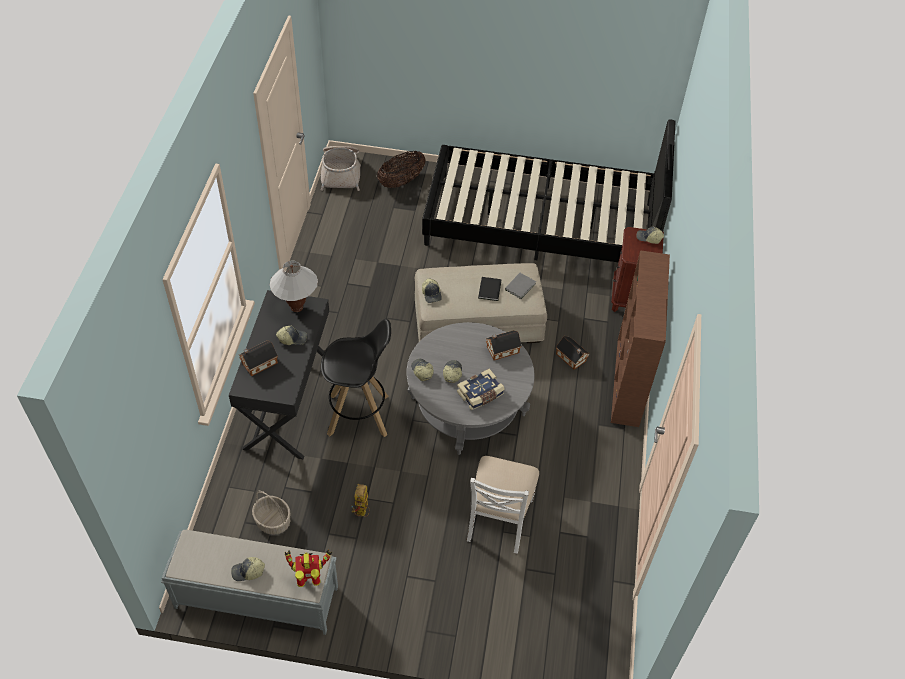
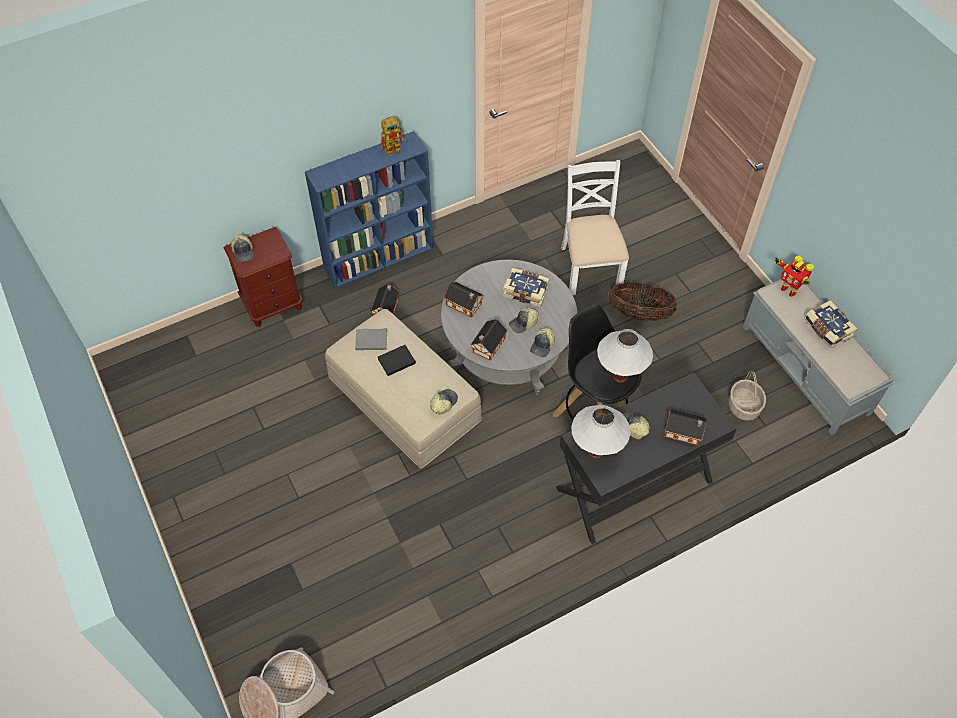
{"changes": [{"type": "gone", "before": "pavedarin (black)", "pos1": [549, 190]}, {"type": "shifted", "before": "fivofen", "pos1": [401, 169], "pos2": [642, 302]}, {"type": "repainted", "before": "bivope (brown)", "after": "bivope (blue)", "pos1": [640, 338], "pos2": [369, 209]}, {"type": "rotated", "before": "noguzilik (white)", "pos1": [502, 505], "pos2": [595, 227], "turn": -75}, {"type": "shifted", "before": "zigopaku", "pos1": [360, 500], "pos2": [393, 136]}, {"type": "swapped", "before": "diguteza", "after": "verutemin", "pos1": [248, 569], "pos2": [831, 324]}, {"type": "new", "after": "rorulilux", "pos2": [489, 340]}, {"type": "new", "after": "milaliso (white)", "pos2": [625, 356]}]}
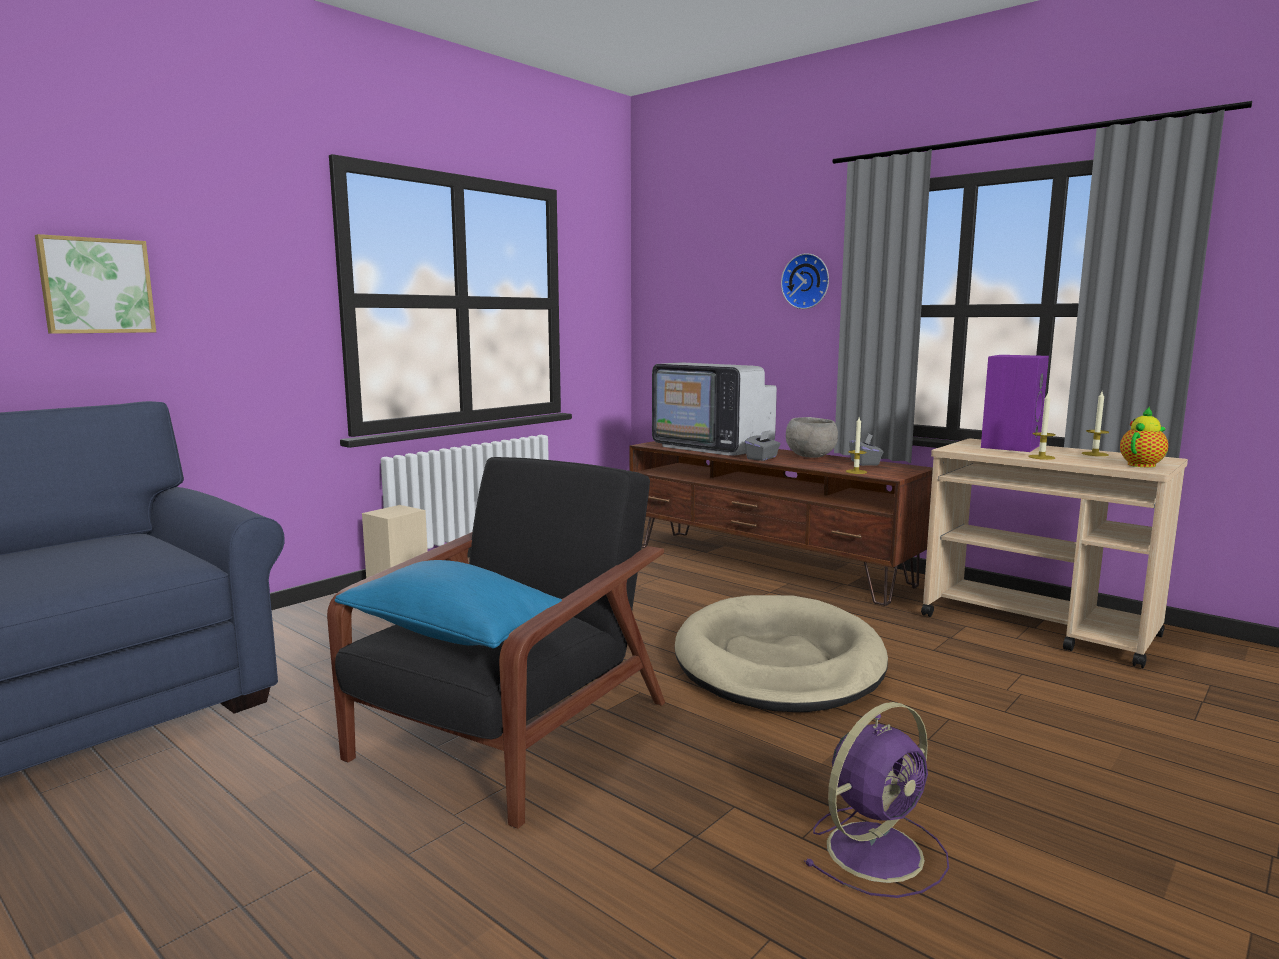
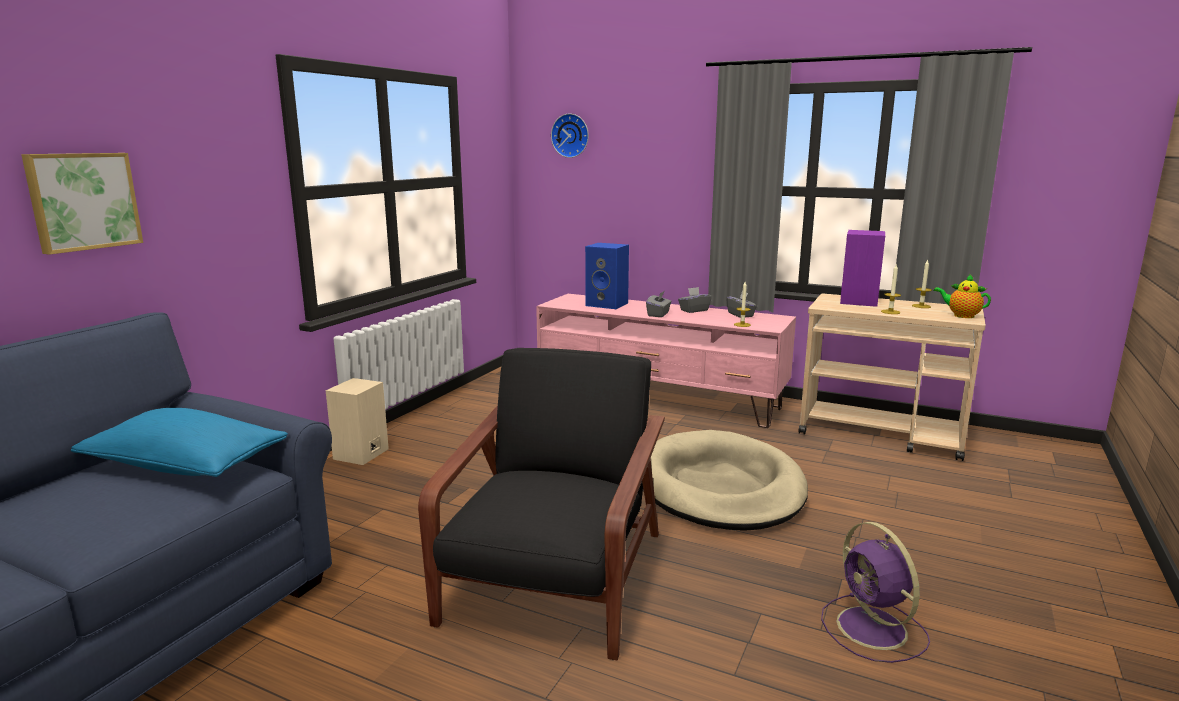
{"changes": [{"type": "shifted", "before": "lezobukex", "pos1": [805, 281], "pos2": [570, 135]}, {"type": "swapped", "before": "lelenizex", "after": "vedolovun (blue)", "pos1": [714, 409], "pos2": [607, 276]}, {"type": "rotated", "before": "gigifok", "pos1": [1144, 437], "pos2": [962, 296], "turn": -90}, {"type": "swapped", "before": "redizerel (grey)", "after": "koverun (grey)", "pos1": [812, 437], "pos2": [695, 300]}, {"type": "repainted", "before": "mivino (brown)", "after": "mivino (pink)", "pos1": [781, 523], "pos2": [666, 361]}, {"type": "shifted", "before": "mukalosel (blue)", "pos1": [448, 604], "pos2": [179, 442]}, {"type": "rotated", "before": "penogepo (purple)", "pos1": [876, 800], "pos2": [875, 592], "turn": 120}]}
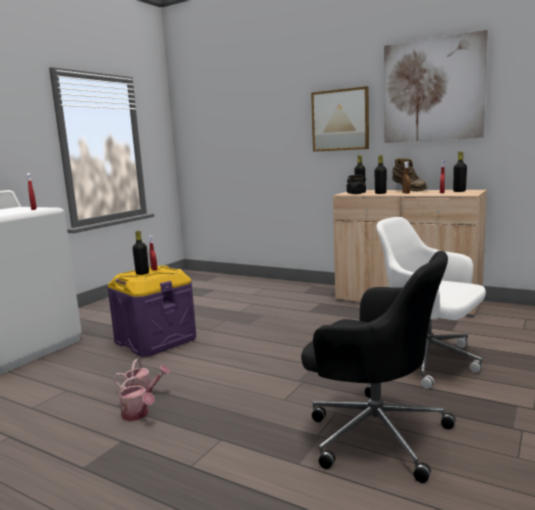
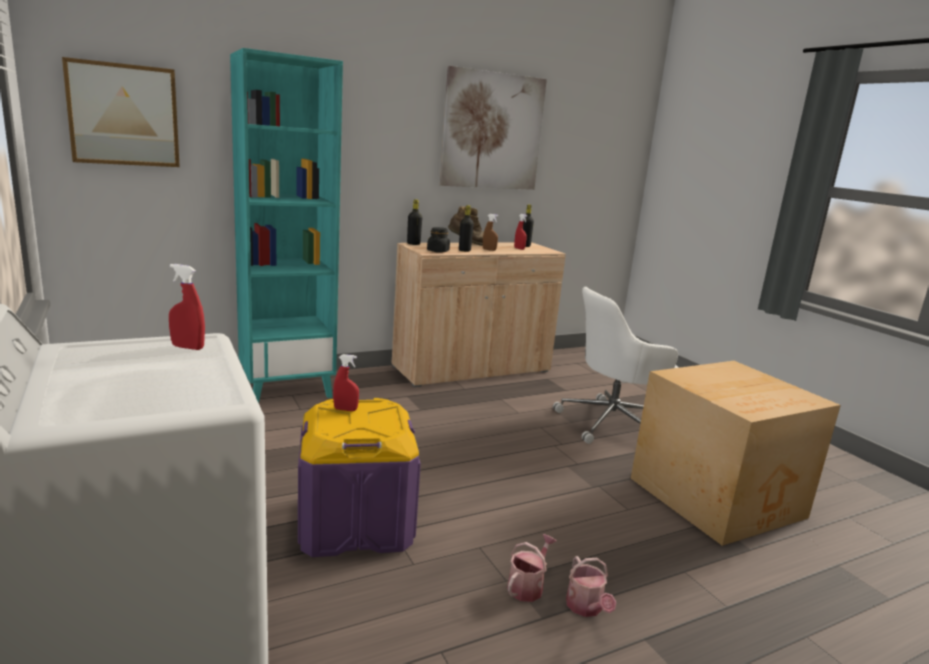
{"changes": [{"type": "shifted", "before": "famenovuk", "pos1": [340, 119], "pos2": [121, 112]}, {"type": "gone", "before": "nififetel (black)", "pos1": [140, 253]}, {"type": "swapped", "before": "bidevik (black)", "after": "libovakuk", "pos1": [378, 367], "pos2": [736, 453]}, {"type": "rotated", "before": "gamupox", "pos1": [136, 398], "pos2": [591, 586], "turn": 90}, {"type": "new", "after": "bivope (turquoise)", "pos2": [286, 225]}]}
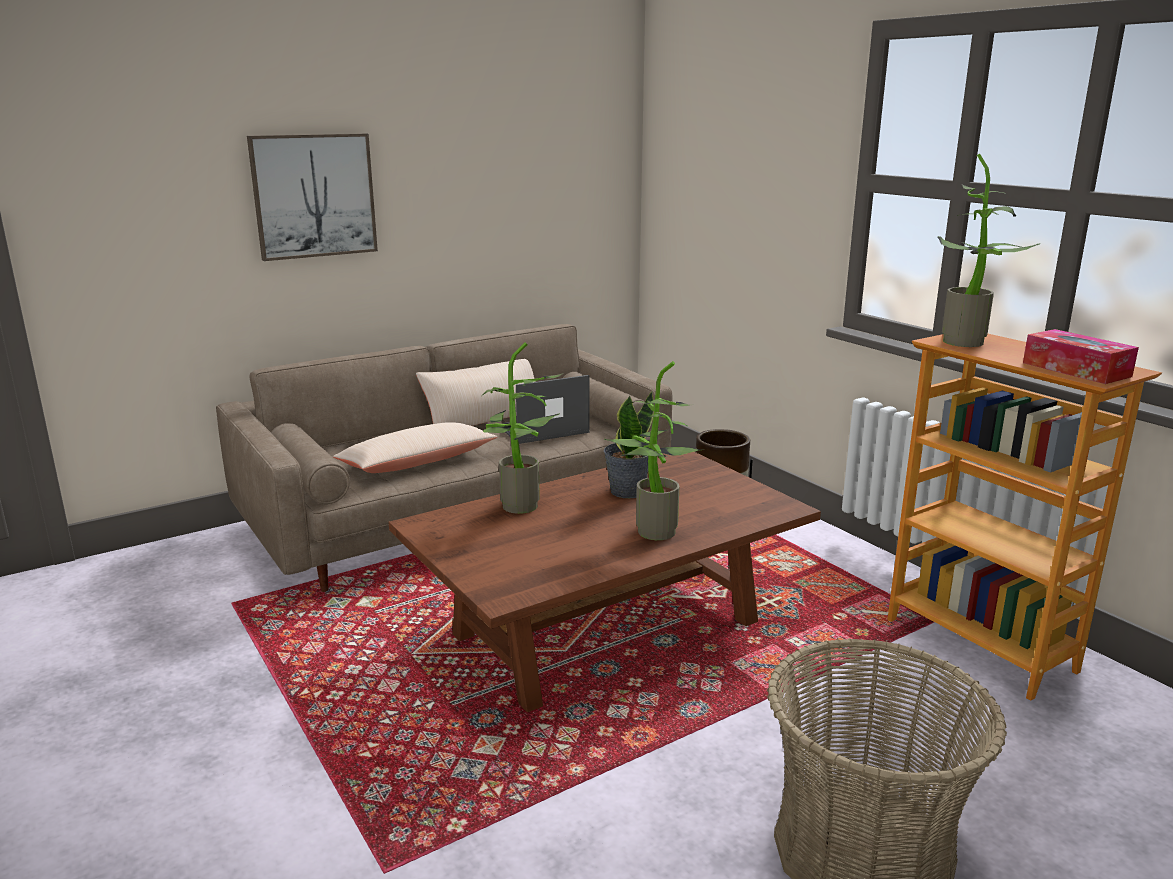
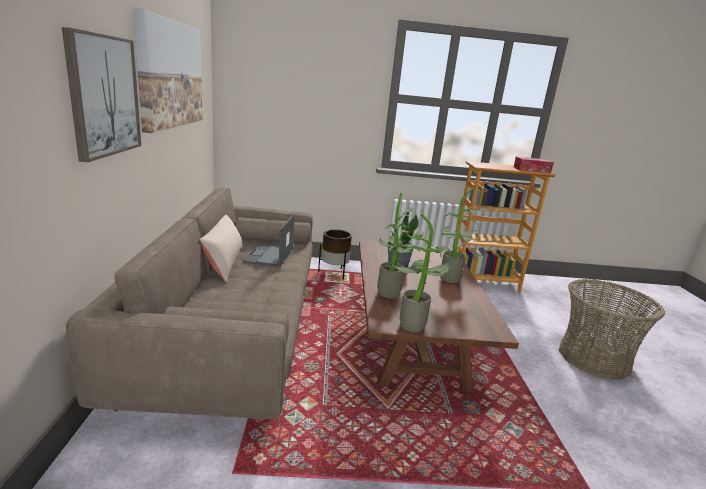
{"changes": [{"type": "shifted", "before": "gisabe", "pos1": [988, 250], "pos2": [421, 273]}, {"type": "gone", "before": "mukalosel (beige)", "pos1": [415, 447]}, {"type": "new", "after": "famenovuk", "pos2": [167, 70]}]}
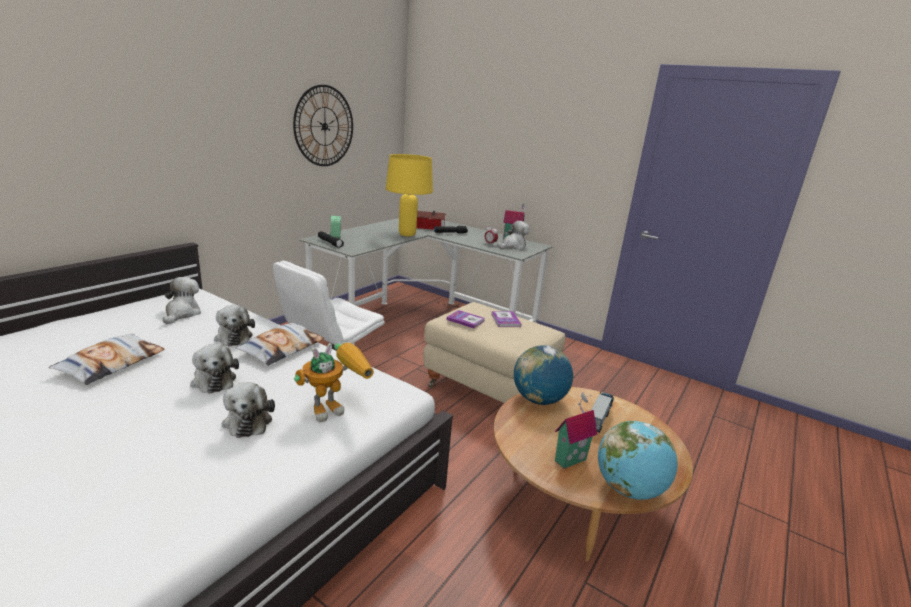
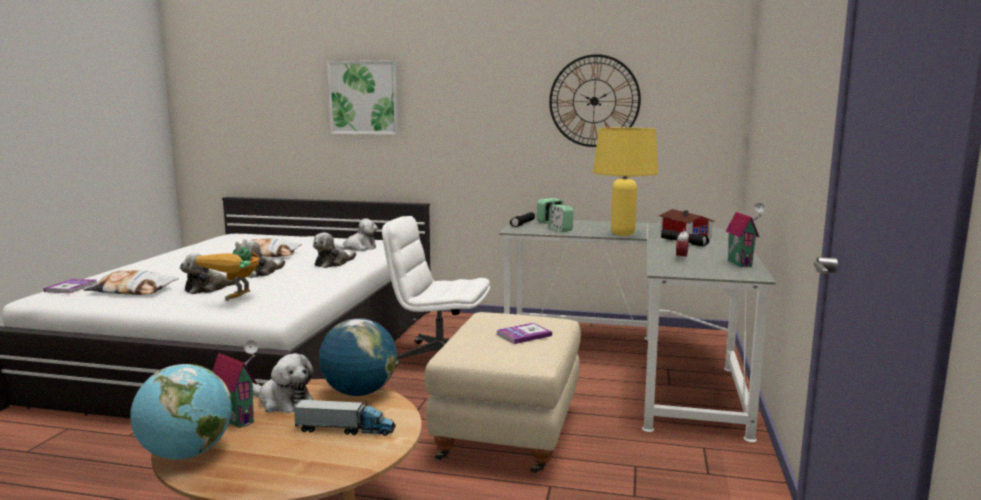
{"changes": [{"type": "shifted", "before": "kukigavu", "pos1": [513, 235], "pos2": [283, 383]}, {"type": "shifted", "before": "verutemin", "pos1": [465, 319], "pos2": [70, 286]}, {"type": "shifted", "before": "mukalosel", "pos1": [279, 344], "pos2": [131, 282]}, {"type": "rotated", "before": "zigopaku", "pos1": [334, 382], "pos2": [227, 270], "turn": 75}, {"type": "new", "after": "famenovuk", "pos2": [363, 97]}, {"type": "new", "after": "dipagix", "pos2": [560, 218]}]}
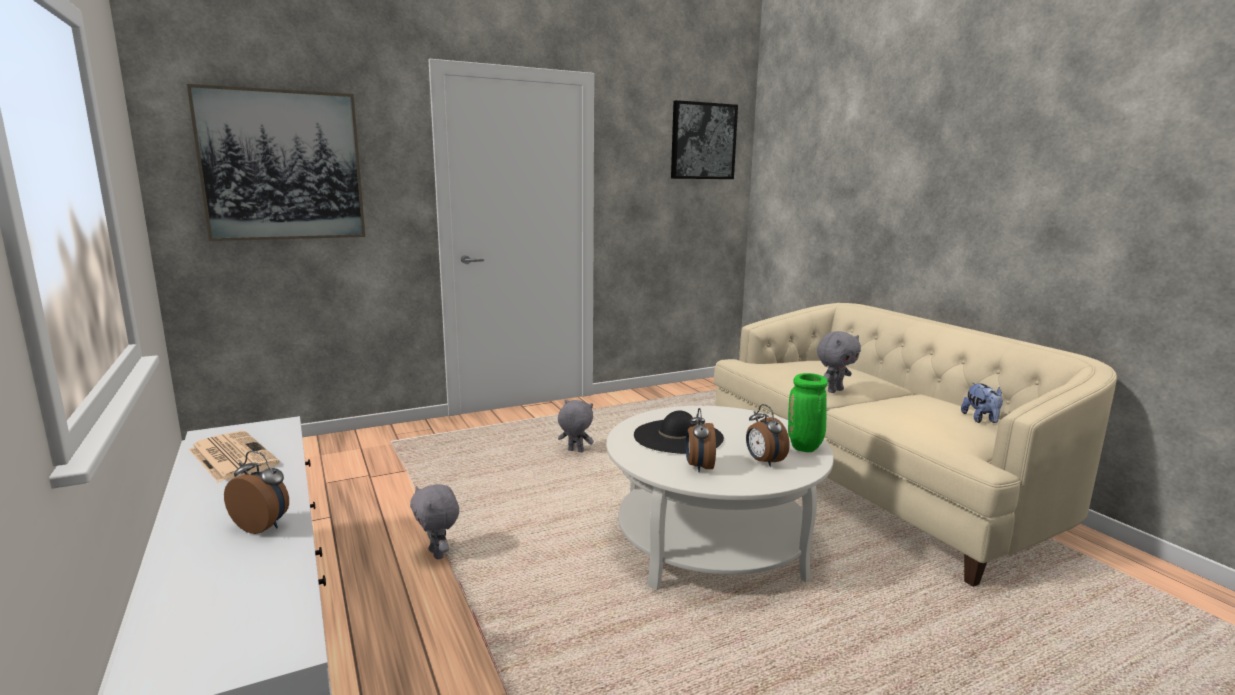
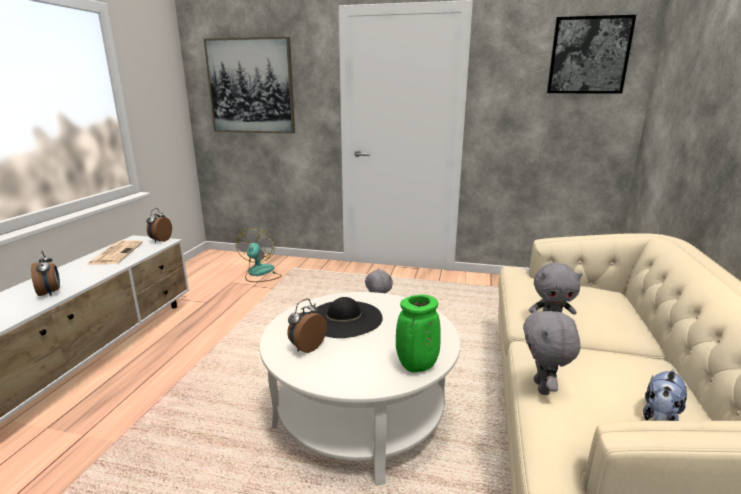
{"changes": [{"type": "shifted", "before": "dipagix", "pos1": [768, 435], "pos2": [159, 225]}, {"type": "shifted", "before": "kukigavu (grey)", "pos1": [434, 521], "pos2": [552, 351]}, {"type": "new", "after": "penogepo", "pos2": [258, 255]}]}
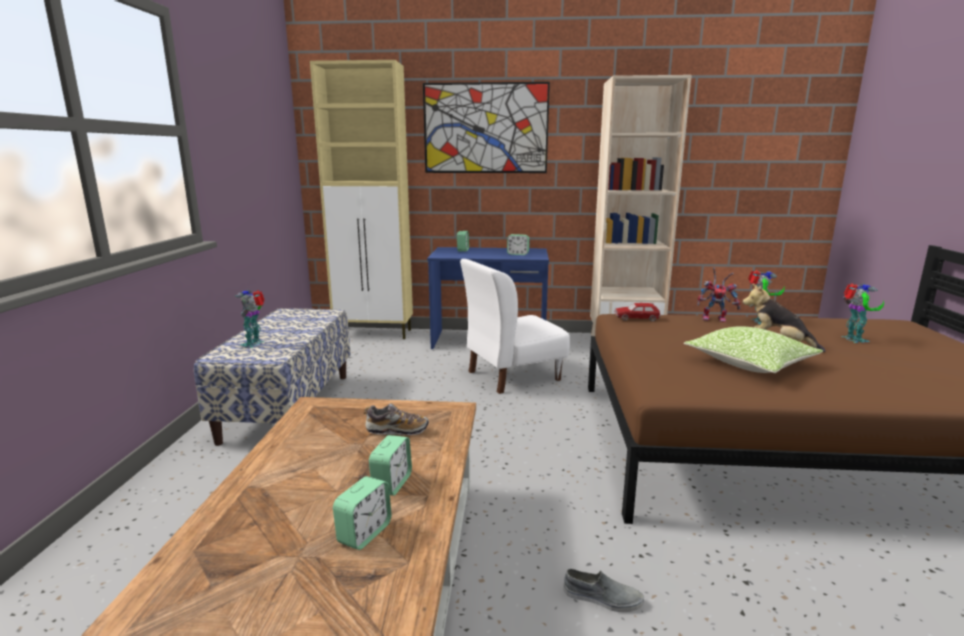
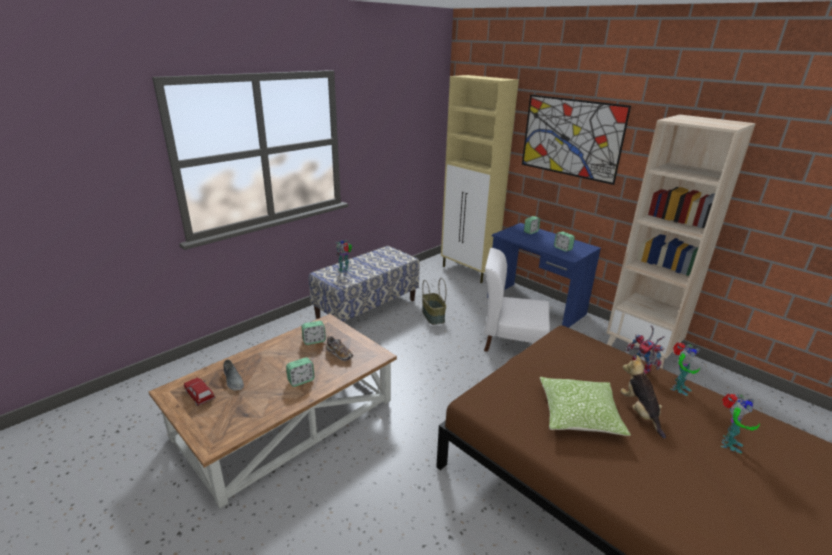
{"changes": [{"type": "shifted", "before": "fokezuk", "pos1": [637, 312], "pos2": [199, 392]}, {"type": "shifted", "before": "dipagix", "pos1": [362, 513], "pos2": [313, 333]}, {"type": "shifted", "before": "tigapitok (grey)", "pos1": [604, 590], "pos2": [233, 375]}, {"type": "new", "after": "fivofen", "pos2": [434, 301]}]}
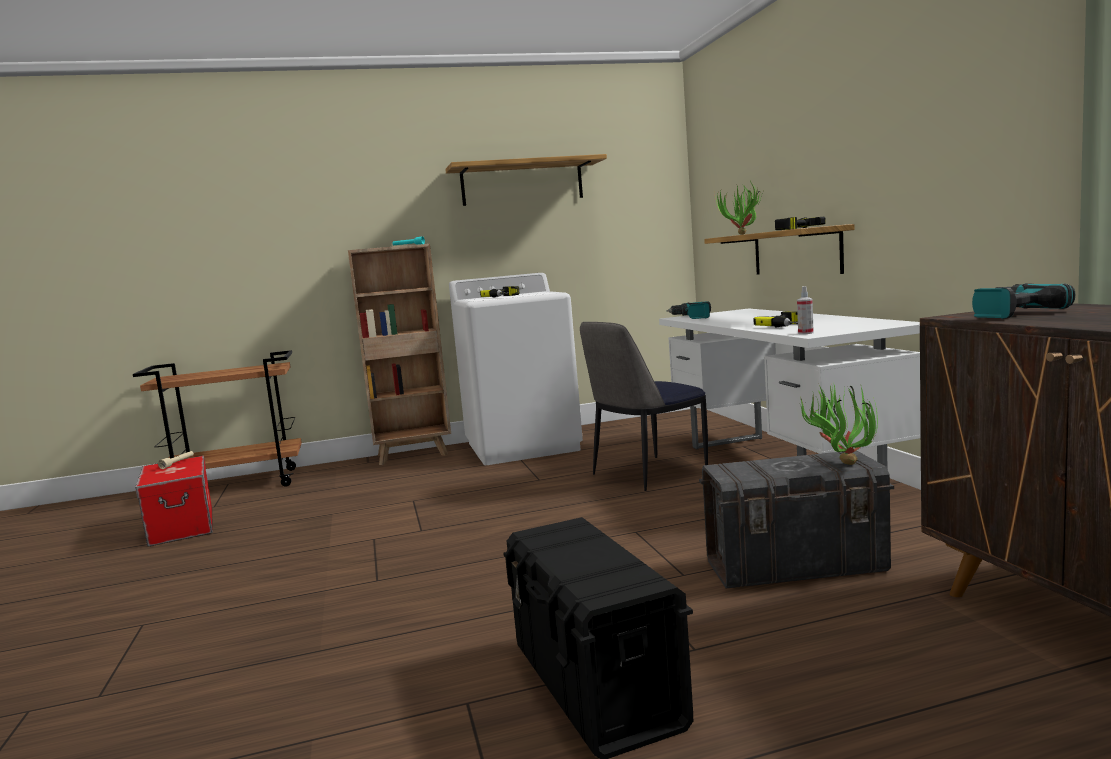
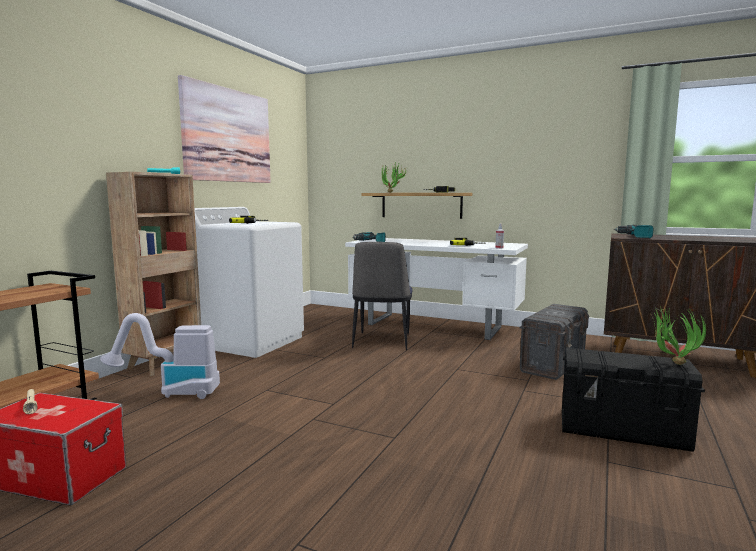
{"changes": [{"type": "swapped", "before": "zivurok", "after": "famenovuk", "pos1": [526, 180], "pos2": [224, 129]}, {"type": "shifted", "before": "gisabe", "pos1": [838, 424], "pos2": [678, 335]}, {"type": "new", "after": "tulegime", "pos2": [160, 356]}]}
